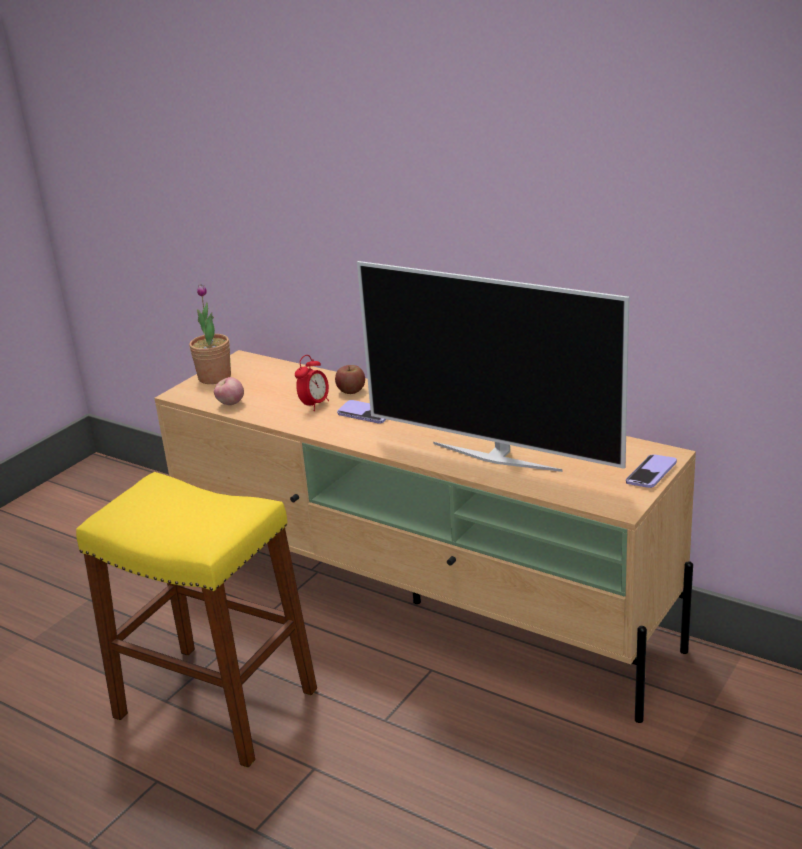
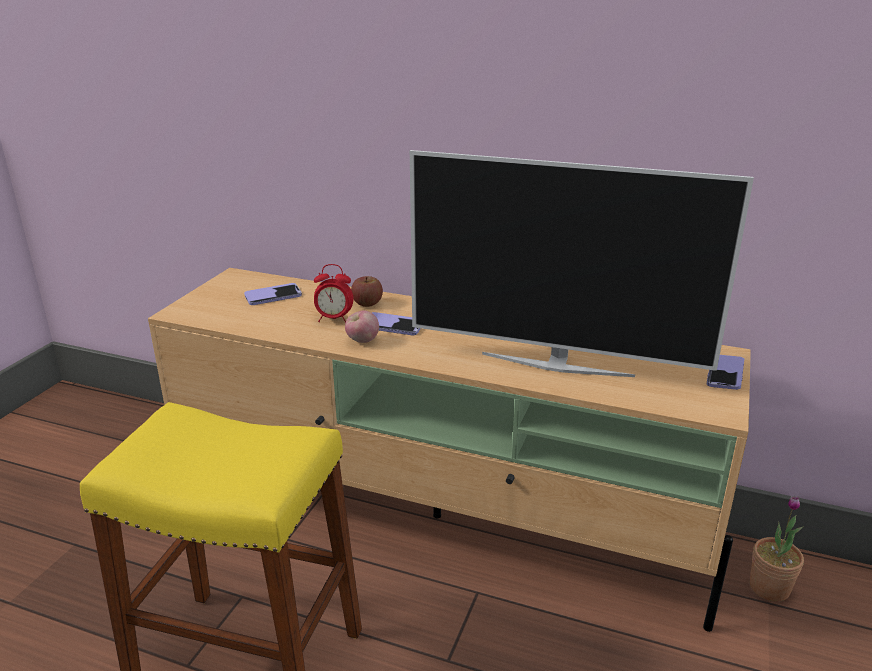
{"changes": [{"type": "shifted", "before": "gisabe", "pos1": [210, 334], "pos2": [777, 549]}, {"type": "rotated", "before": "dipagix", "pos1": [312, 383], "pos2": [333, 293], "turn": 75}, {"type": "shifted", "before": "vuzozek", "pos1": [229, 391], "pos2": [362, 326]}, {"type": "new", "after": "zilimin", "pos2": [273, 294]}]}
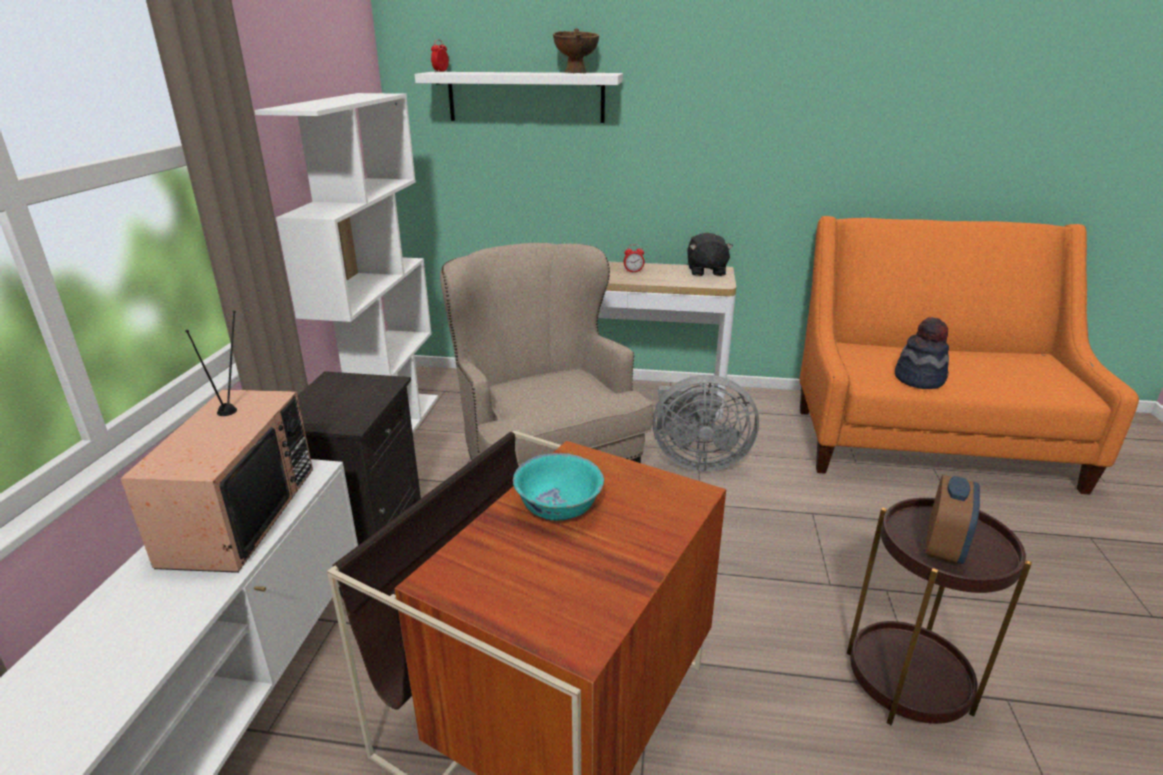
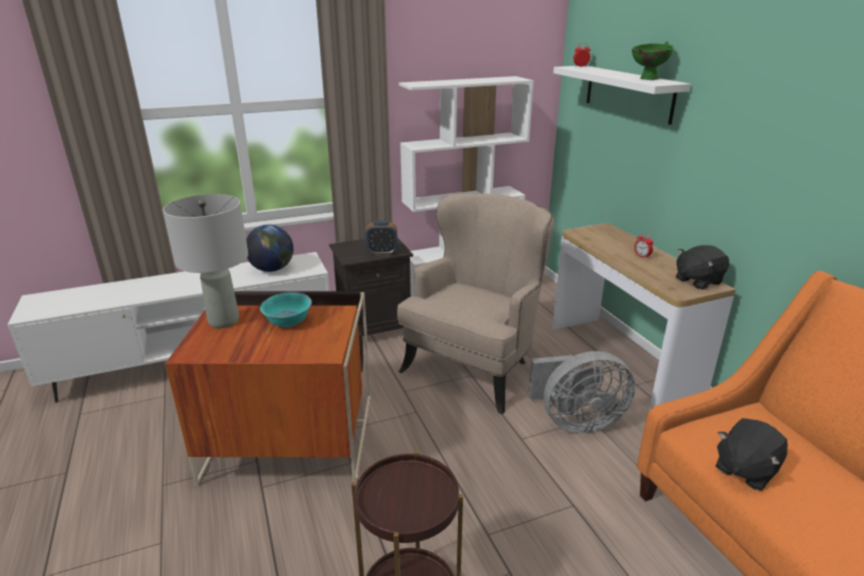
{"changes": [{"type": "repainted", "before": "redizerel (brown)", "after": "redizerel (green)", "pos1": [576, 50], "pos2": [653, 61]}, {"type": "swapped", "before": "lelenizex", "after": "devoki", "pos1": [216, 442], "pos2": [269, 248]}, {"type": "swapped", "before": "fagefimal", "after": "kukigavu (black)", "pos1": [922, 353], "pos2": [752, 454]}, {"type": "rotated", "before": "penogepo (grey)", "pos1": [706, 423], "pos2": [581, 392], "turn": -75}, {"type": "shifted", "before": "dipagix", "pos1": [952, 520], "pos2": [381, 238]}, {"type": "new", "after": "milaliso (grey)", "pos2": [205, 261]}]}
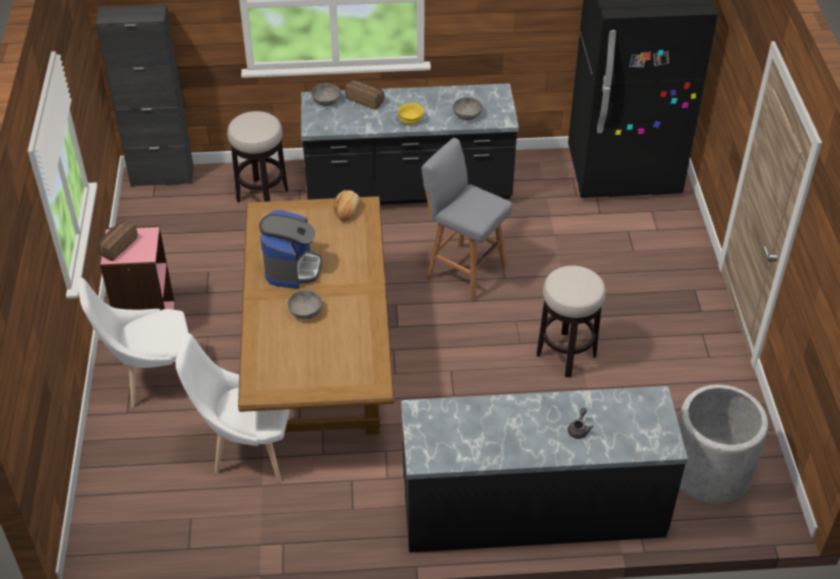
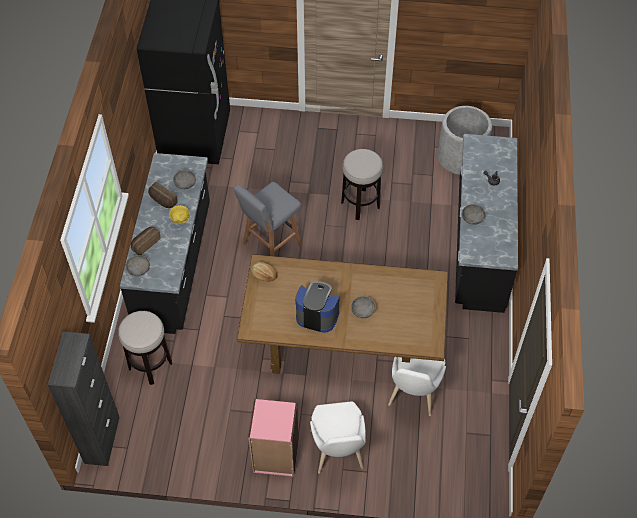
{"changes": [{"type": "shifted", "before": "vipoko", "pos1": [117, 241], "pos2": [162, 195]}, {"type": "new", "after": "redizerel (grey)", "pos2": [474, 214]}]}
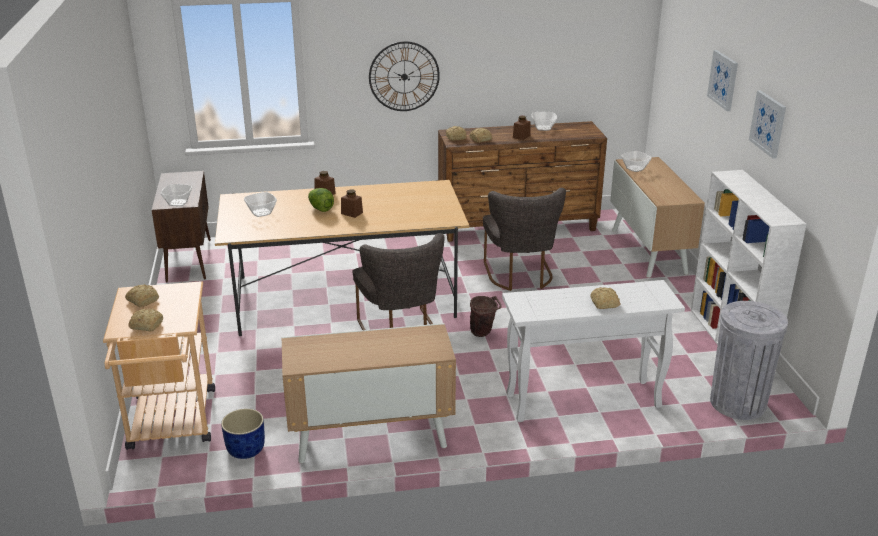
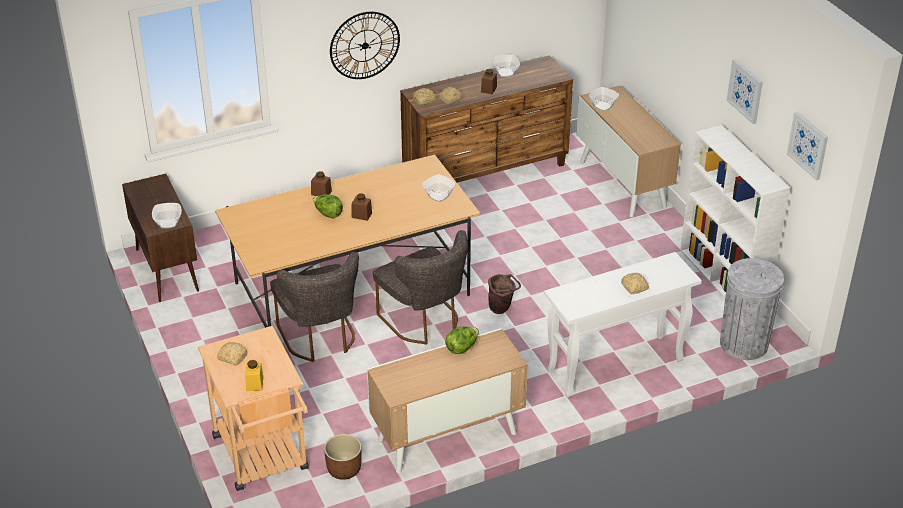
{"changes": [{"type": "shifted", "before": "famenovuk", "pos1": [722, 80], "pos2": [807, 146]}, {"type": "shifted", "before": "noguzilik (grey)", "pos1": [524, 239], "pos2": [314, 307]}, {"type": "shifted", "before": "redizerel", "pos1": [260, 204], "pos2": [439, 188]}, {"type": "swapped", "before": "vipoko", "after": "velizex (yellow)", "pos1": [145, 319], "pos2": [254, 375]}, {"type": "repainted", "before": "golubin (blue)", "after": "golubin (brown)", "pos1": [243, 434], "pos2": [343, 457]}, {"type": "new", "after": "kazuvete", "pos2": [462, 340]}]}
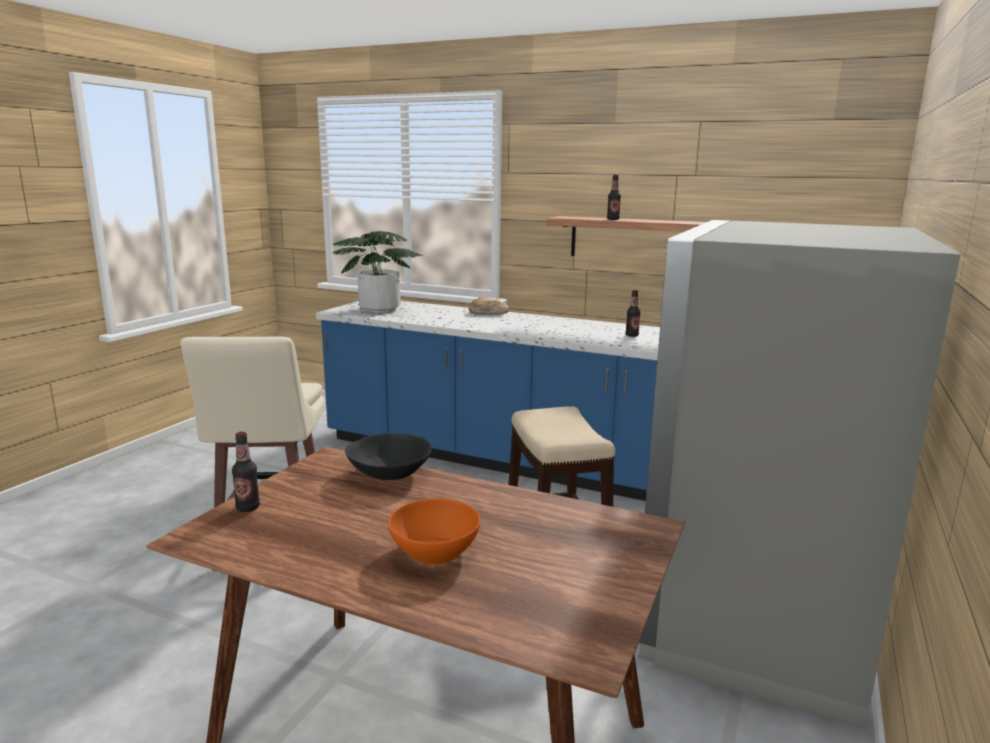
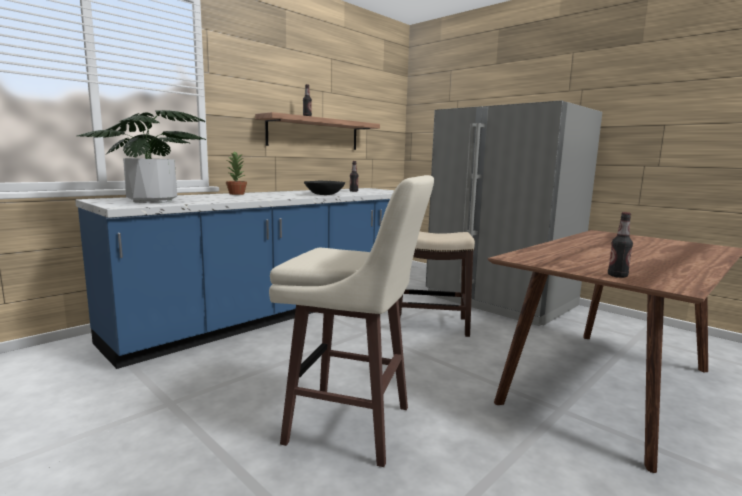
{"changes": [{"type": "swapped", "before": "vipoko", "after": "gisabe", "pos1": [489, 306], "pos2": [236, 173]}, {"type": "shifted", "before": "redizerel (black)", "pos1": [388, 456], "pos2": [324, 187]}, {"type": "gone", "before": "redizerel (orange)", "pos1": [434, 532]}]}
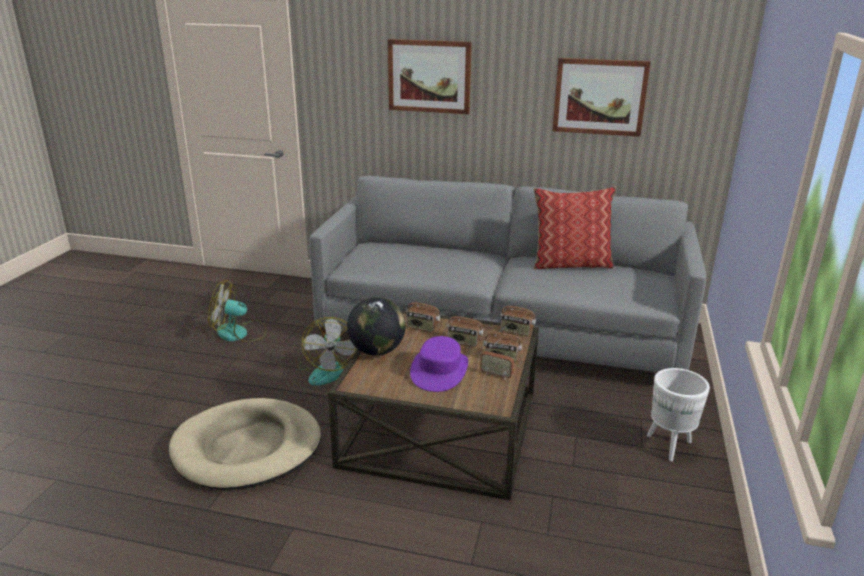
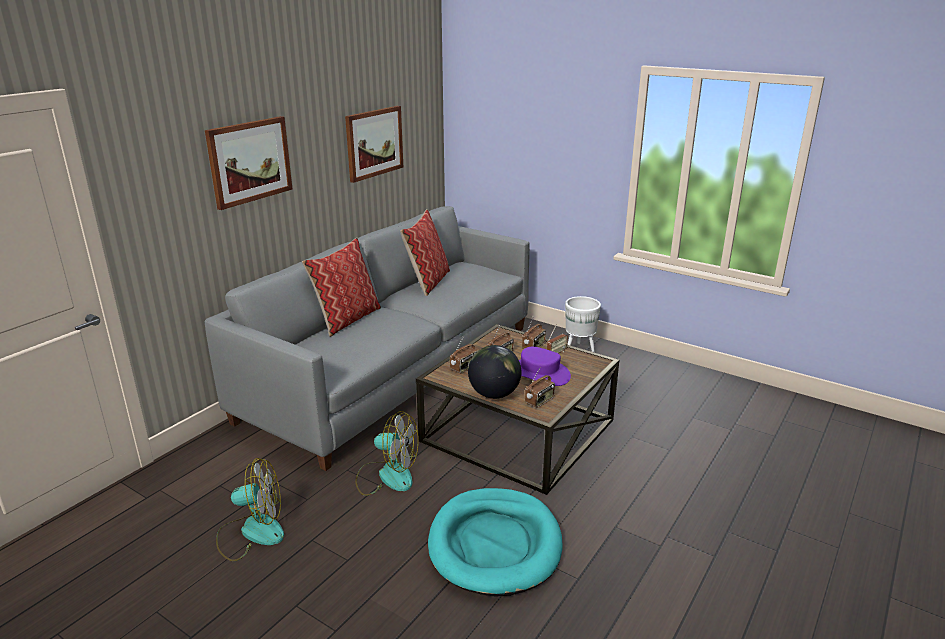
{"changes": [{"type": "rotated", "before": "penogepo", "pos1": [237, 311], "pos2": [250, 509], "turn": -120}, {"type": "shifted", "before": "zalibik", "pos1": [518, 316], "pos2": [540, 388]}, {"type": "repainted", "before": "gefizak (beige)", "after": "gefizak (turquoise)", "pos1": [245, 444], "pos2": [495, 542]}, {"type": "new", "after": "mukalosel", "pos2": [341, 287]}]}
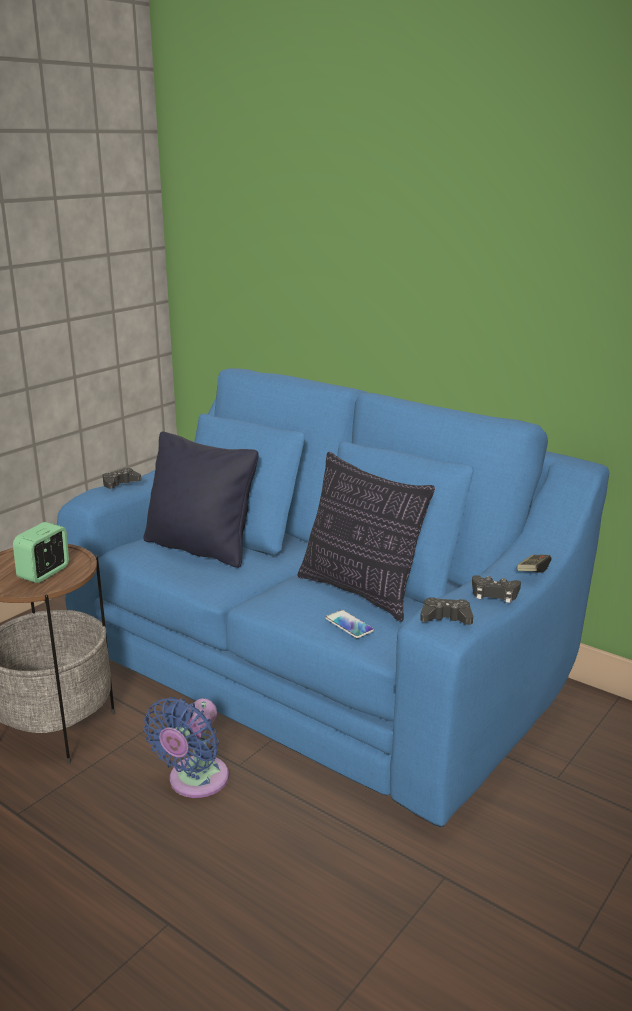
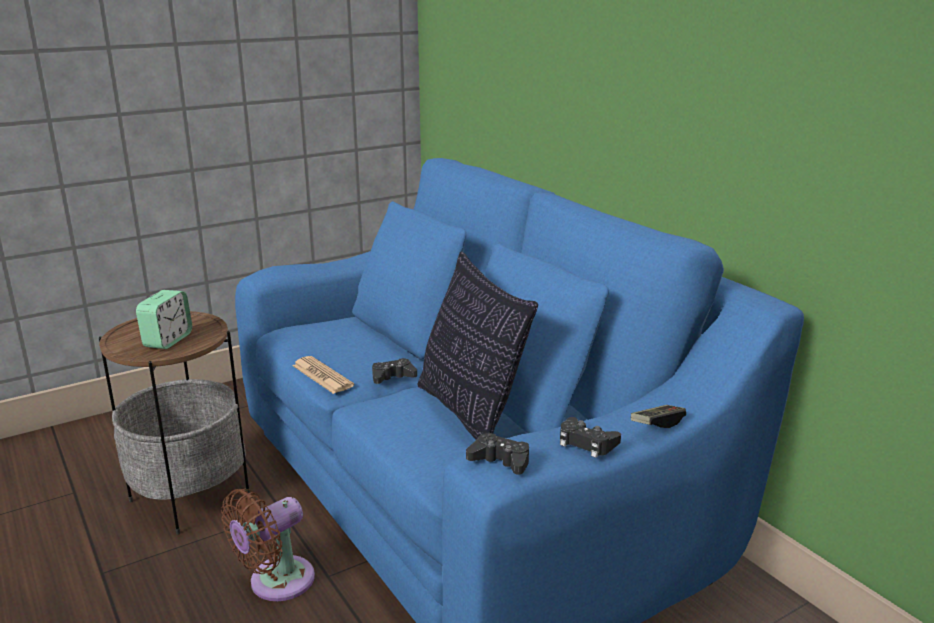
{"changes": [{"type": "gone", "before": "mukalosel (black)", "pos1": [201, 500]}, {"type": "shifted", "before": "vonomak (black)", "pos1": [121, 478], "pos2": [394, 371]}, {"type": "rotated", "before": "dipagix", "pos1": [41, 552], "pos2": [164, 319], "turn": 150}, {"type": "gone", "before": "zilimin", "pos1": [349, 624]}, {"type": "repainted", "before": "penogepo (blue)", "after": "penogepo (brown)", "pos1": [186, 747], "pos2": [268, 545]}, {"type": "new", "after": "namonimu", "pos2": [323, 375]}]}
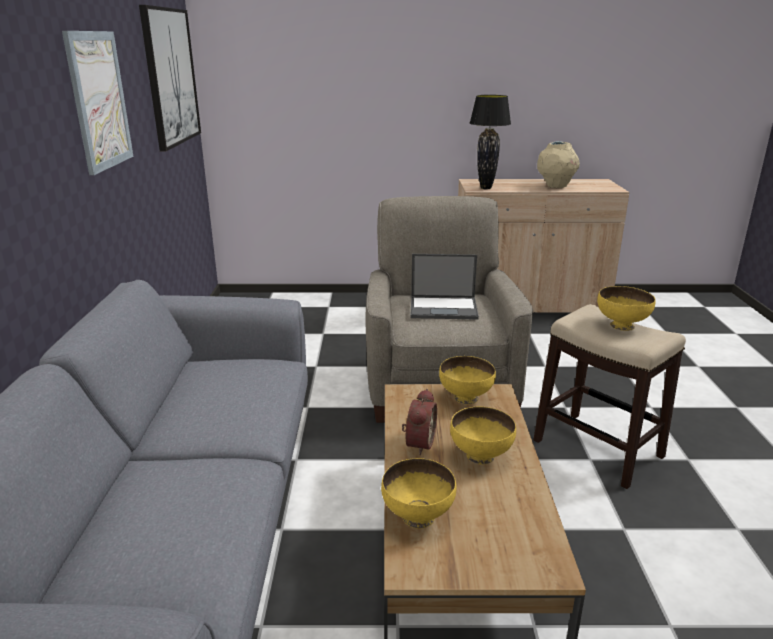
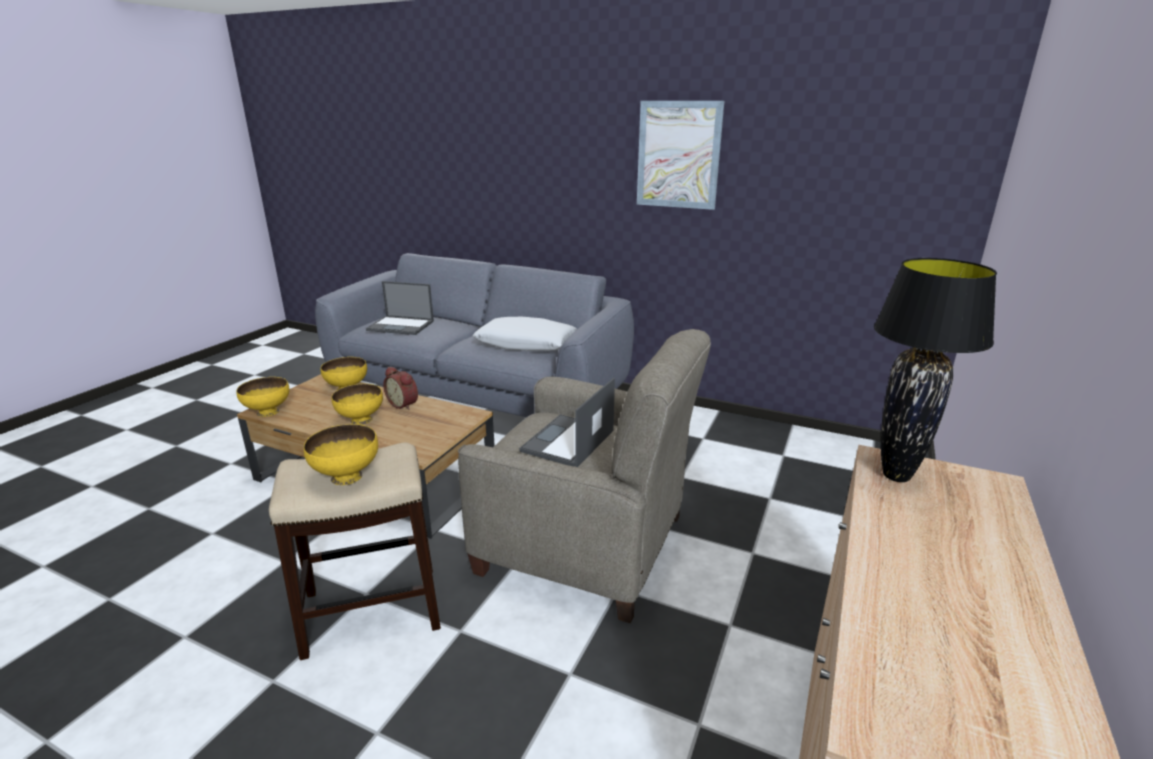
{"changes": [{"type": "gone", "before": "famenovuk", "pos1": [170, 78]}, {"type": "gone", "before": "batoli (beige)", "pos1": [558, 164]}, {"type": "shifted", "before": "redizerel (yellow)", "pos1": [467, 380], "pos2": [263, 397]}, {"type": "new", "after": "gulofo", "pos2": [400, 308]}, {"type": "new", "after": "mukalosel (white)", "pos2": [525, 334]}]}
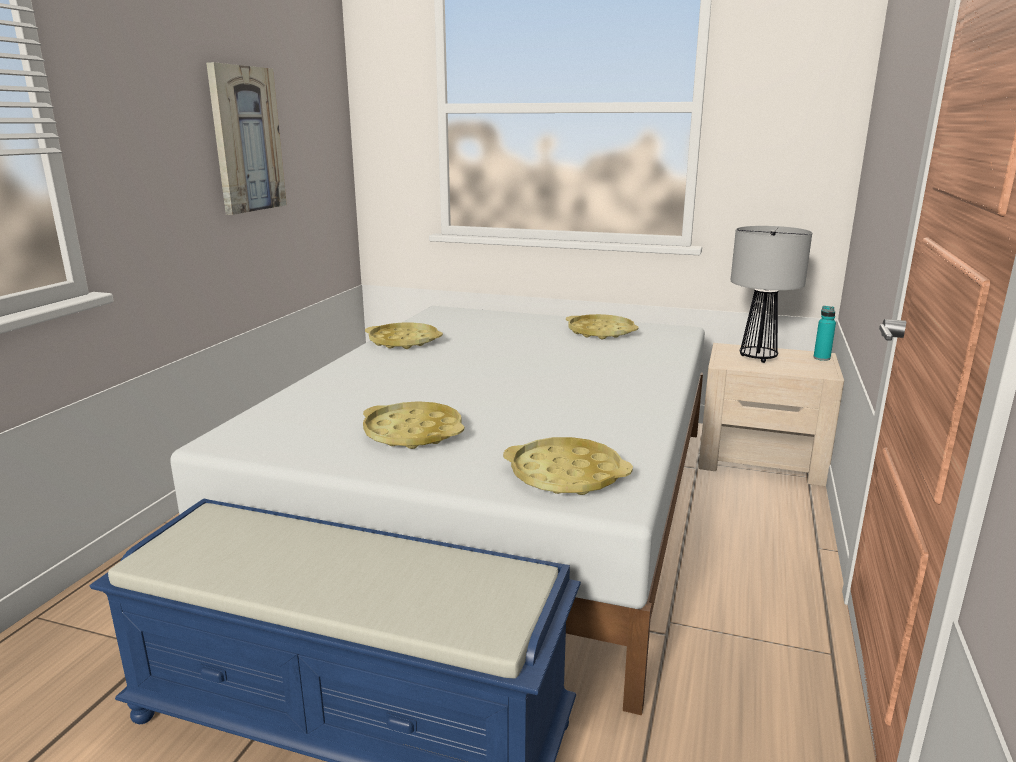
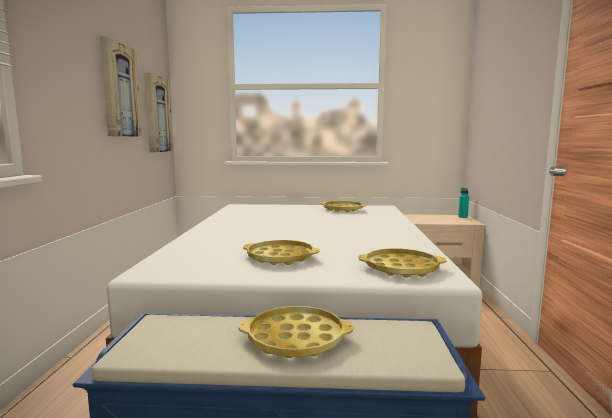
{"changes": [{"type": "gone", "before": "milaliso", "pos1": [771, 294]}, {"type": "shifted", "before": "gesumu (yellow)", "pos1": [404, 335], "pos2": [296, 332]}, {"type": "new", "after": "famenovuk", "pos2": [158, 113]}]}
